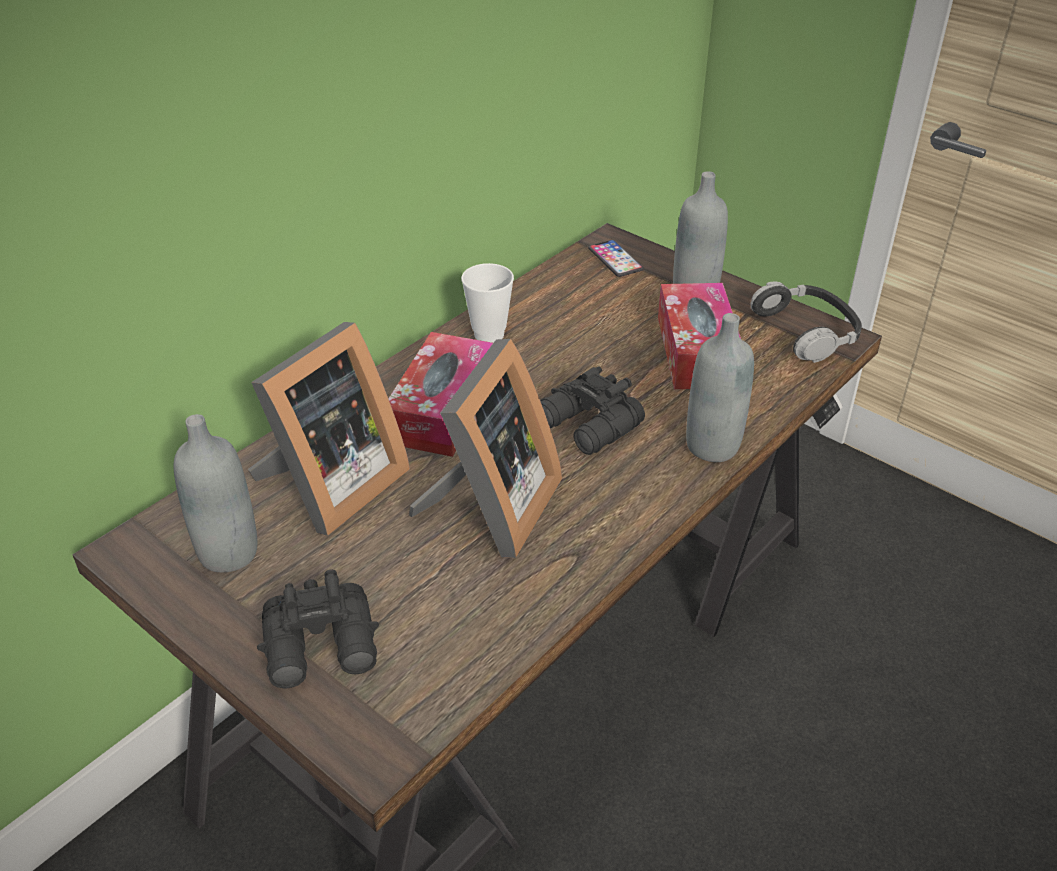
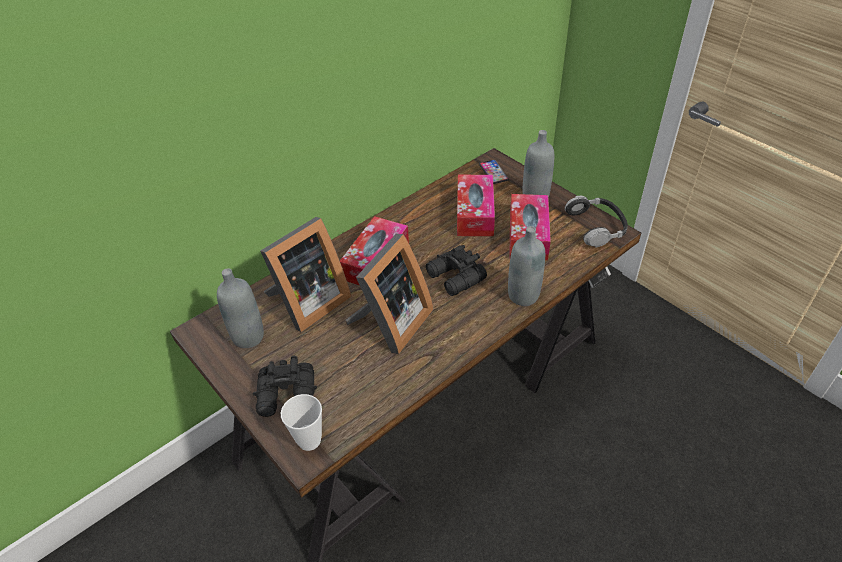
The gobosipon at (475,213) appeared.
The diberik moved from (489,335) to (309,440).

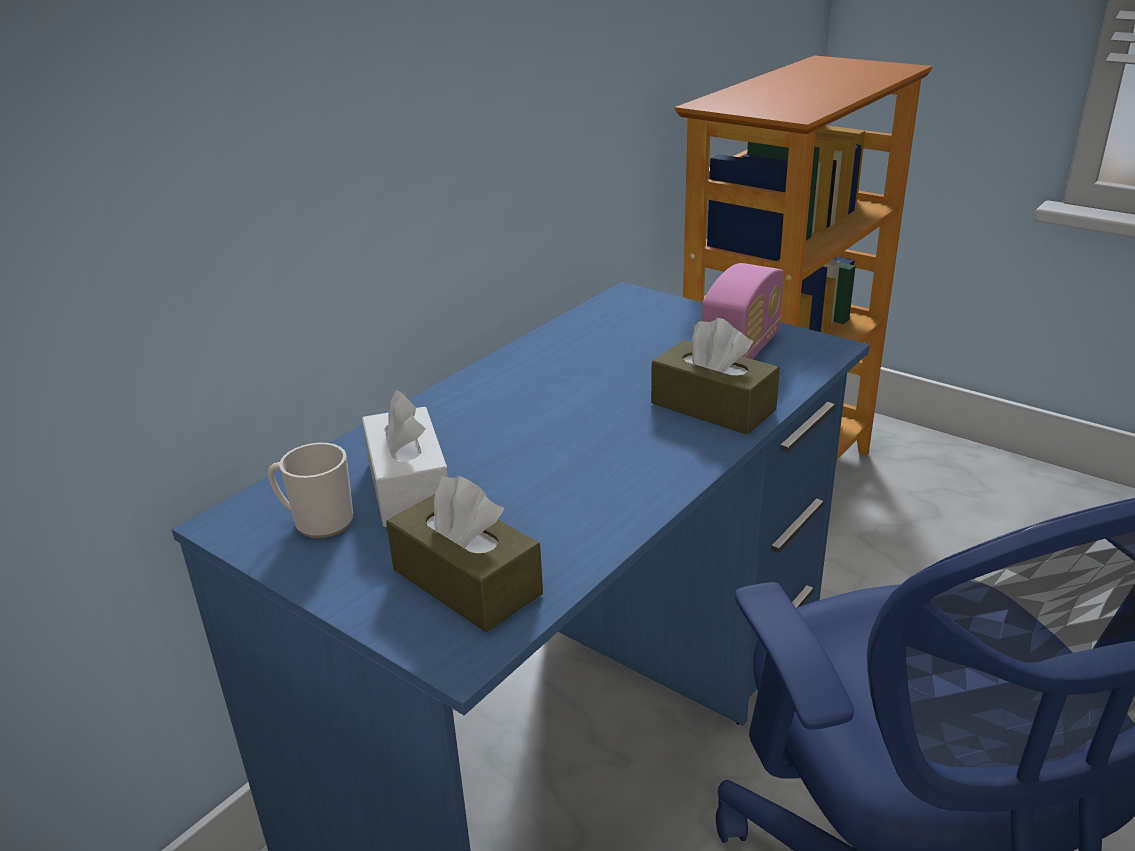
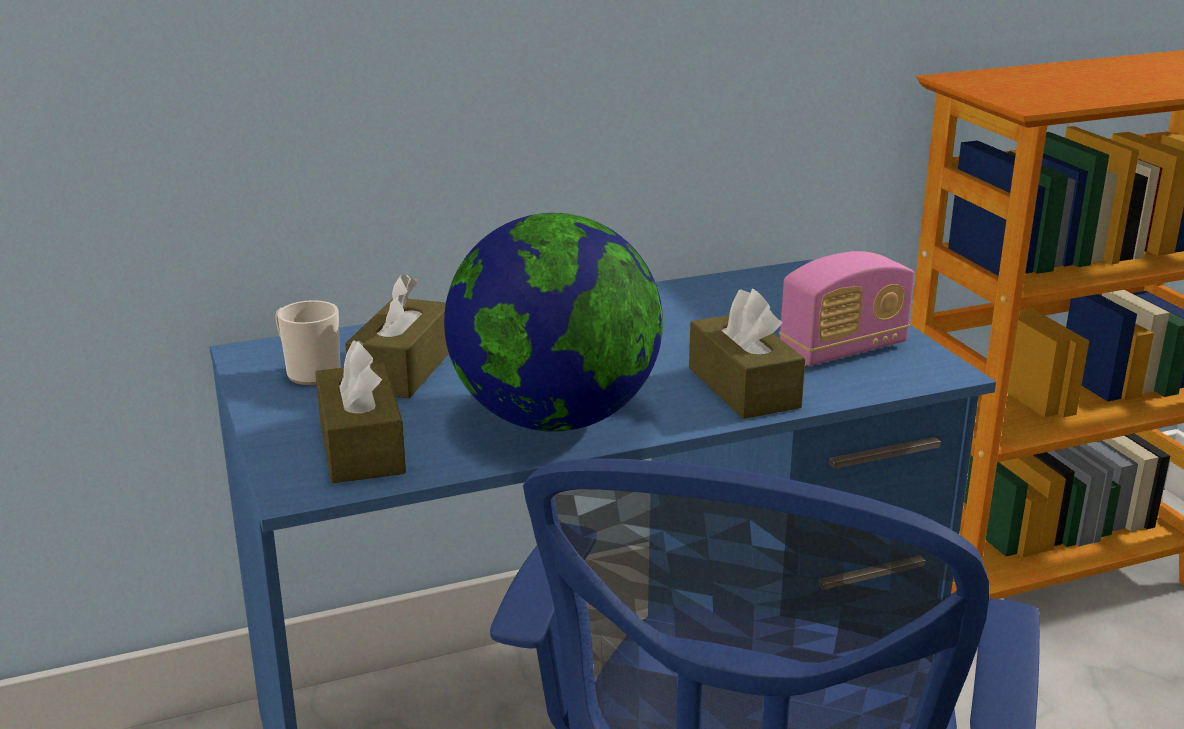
The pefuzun at (554,419) appeared.
The gobosipon (white) at (408,487) became the gobosipon (brown) at (403,369).

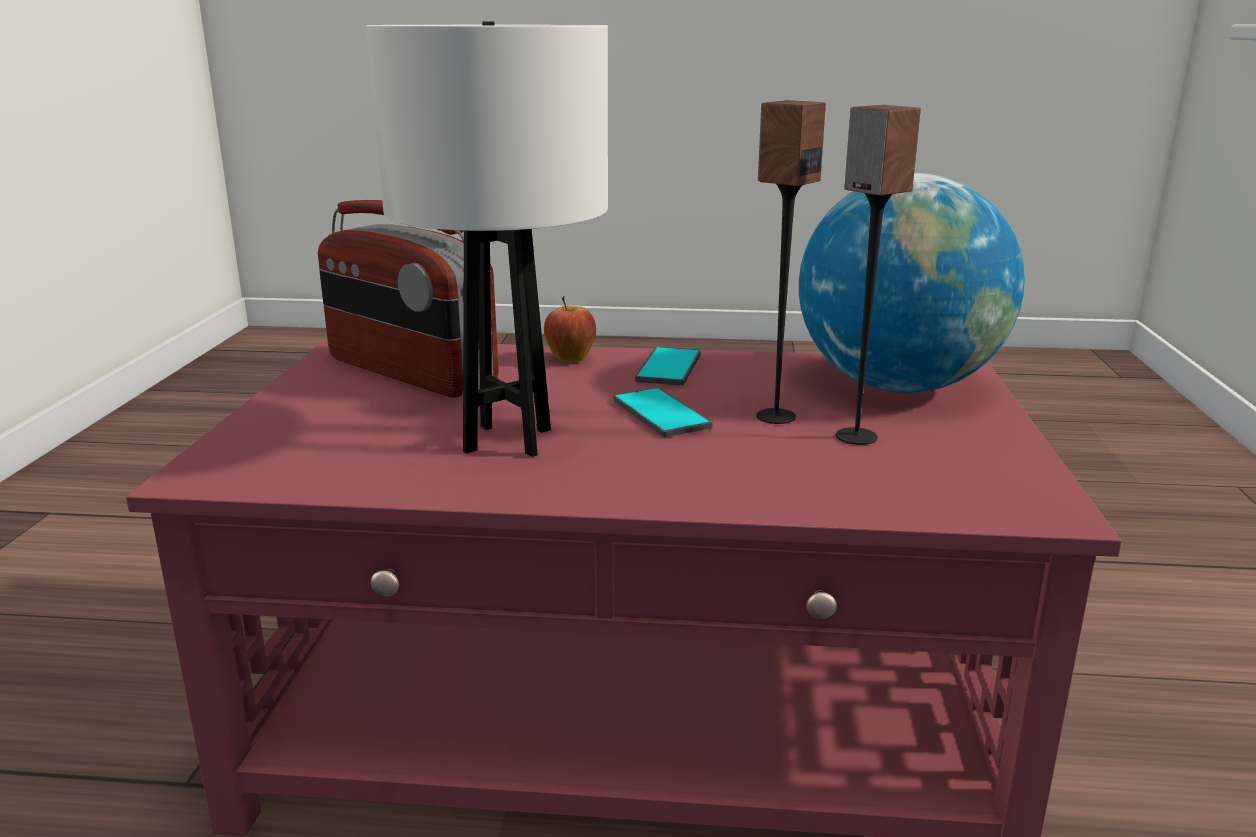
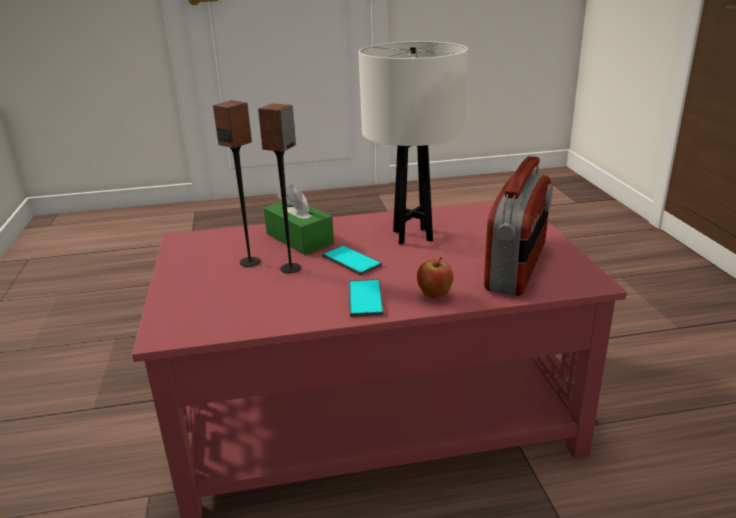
The pefuzun at (898,386) disappeared.
The gobosipon (green) at (299,239) appeared.
The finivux at (409,373) turned 90 degrees clockwise.

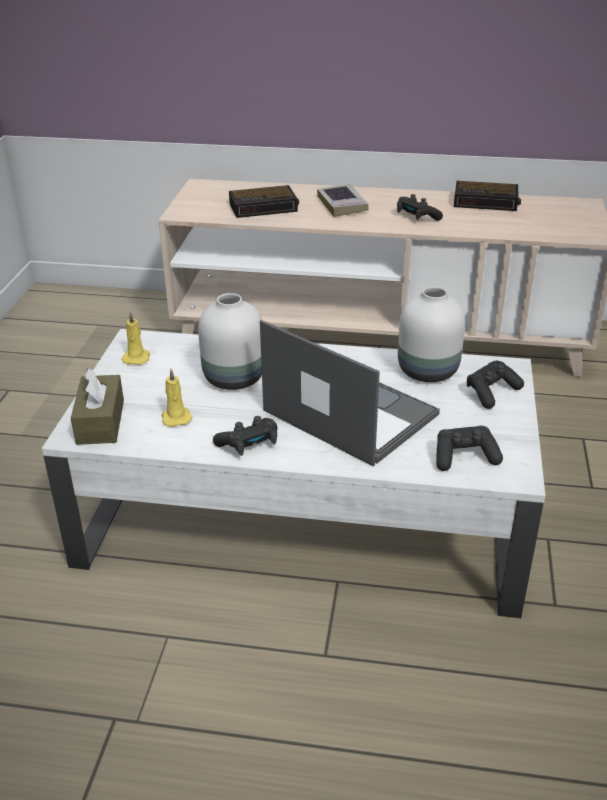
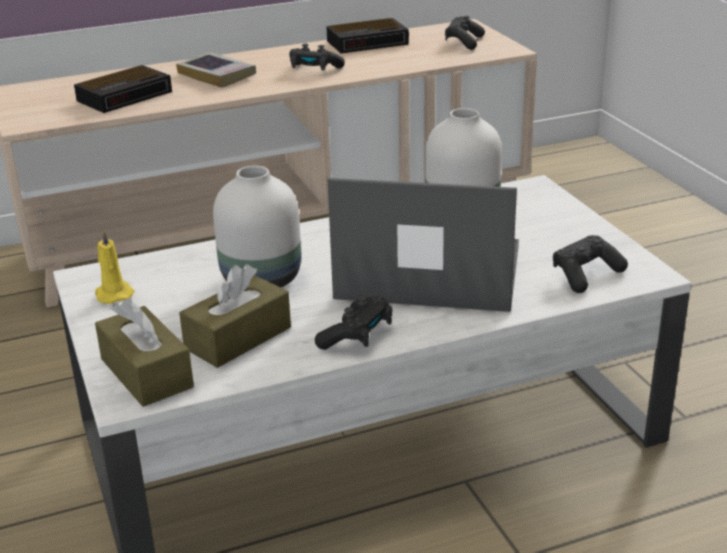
The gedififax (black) moved from (491,392) to (464,42).
The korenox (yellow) at (176,417) was replaced by the gobosipon (brown) at (238,338).

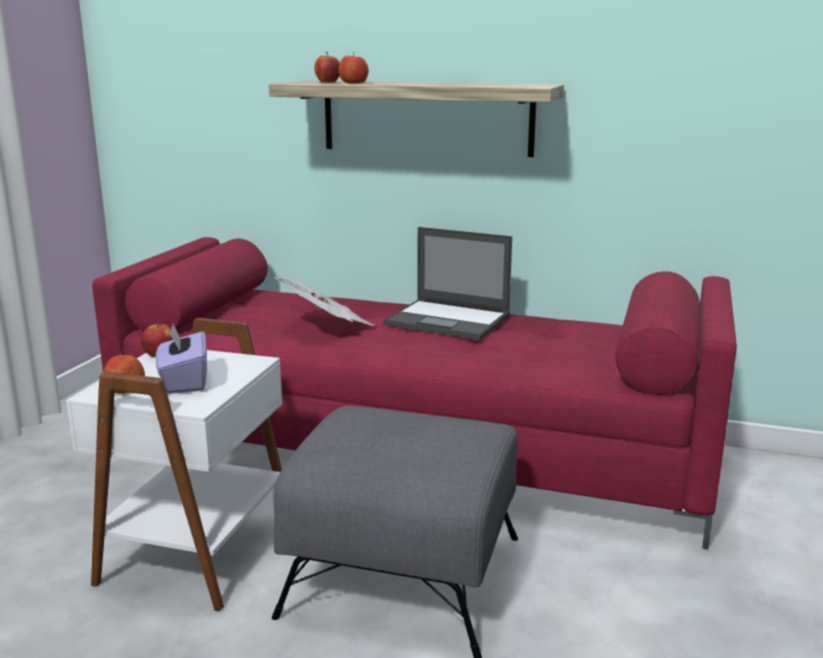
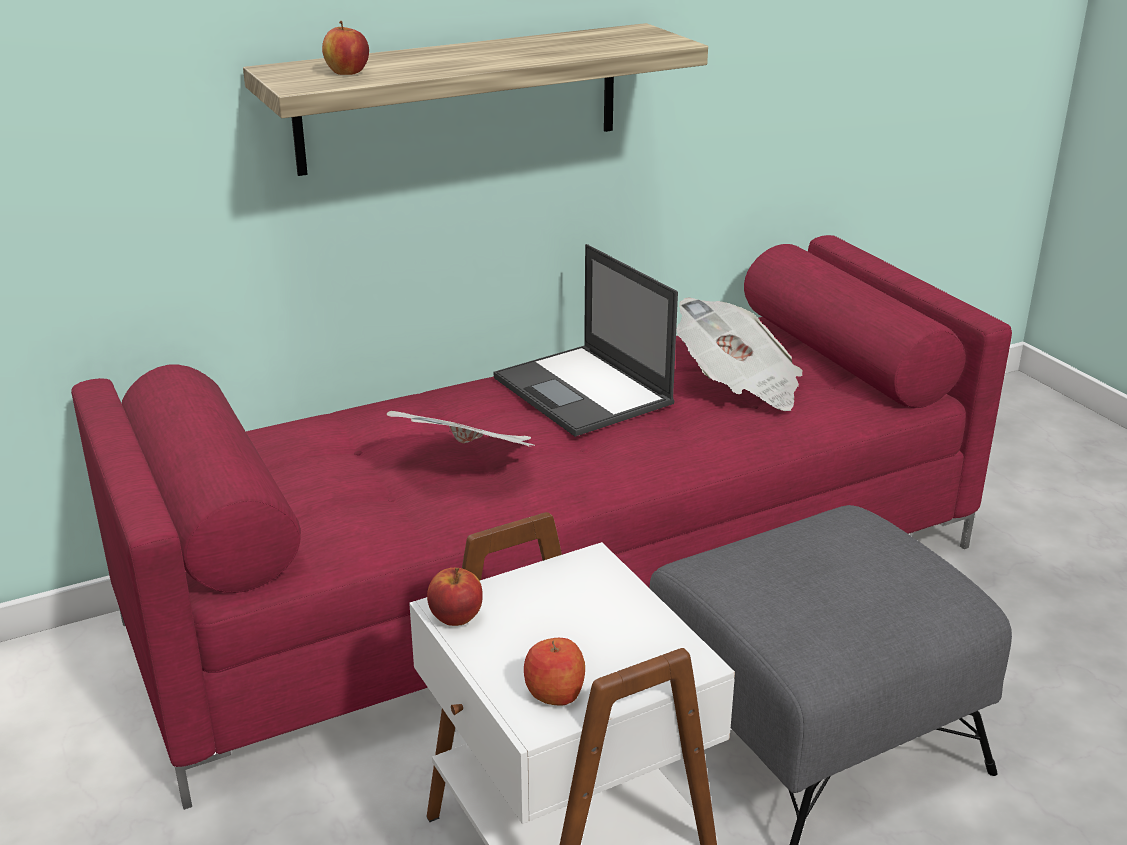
The gobosipon (purple) at (184,382) disappeared.
The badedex at (354,83) disappeared.
The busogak at (739,386) appeared.
The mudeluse at (449,320) turned 75 degrees clockwise.

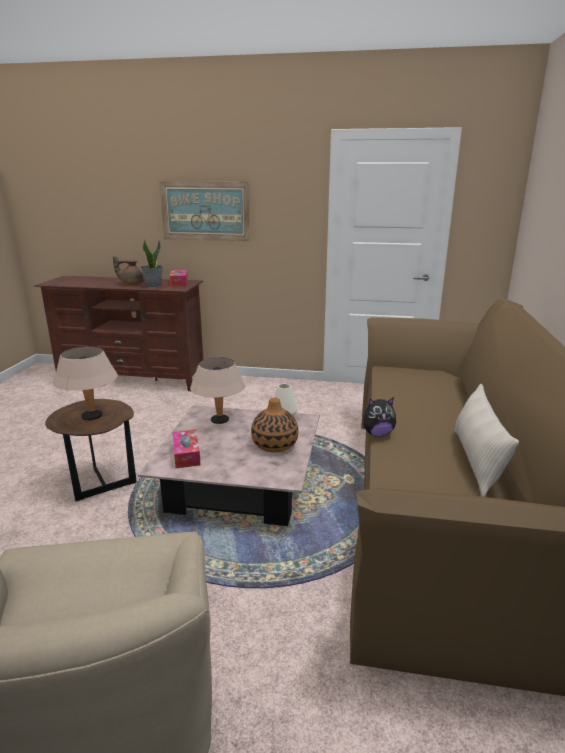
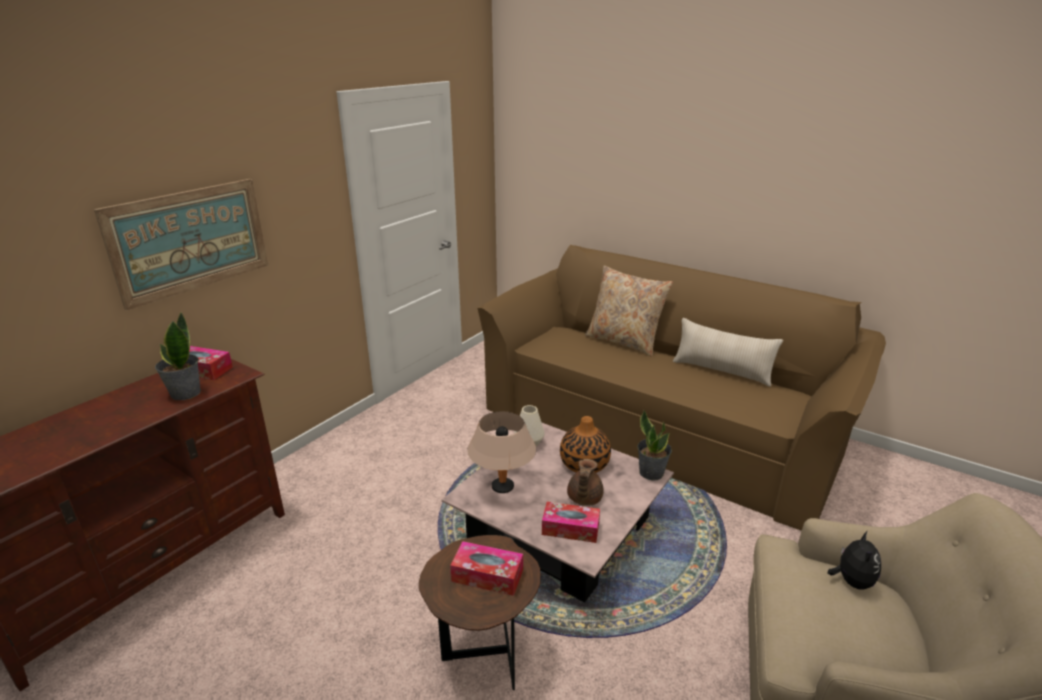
The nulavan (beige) at (624,341) appeared.
The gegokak at (651,472) appeared.
The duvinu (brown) moved from (131,284) to (583,499).
The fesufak moved from (377,434) to (851,581).
The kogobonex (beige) at (92,416) was replaced by the gobosipon at (487,575).

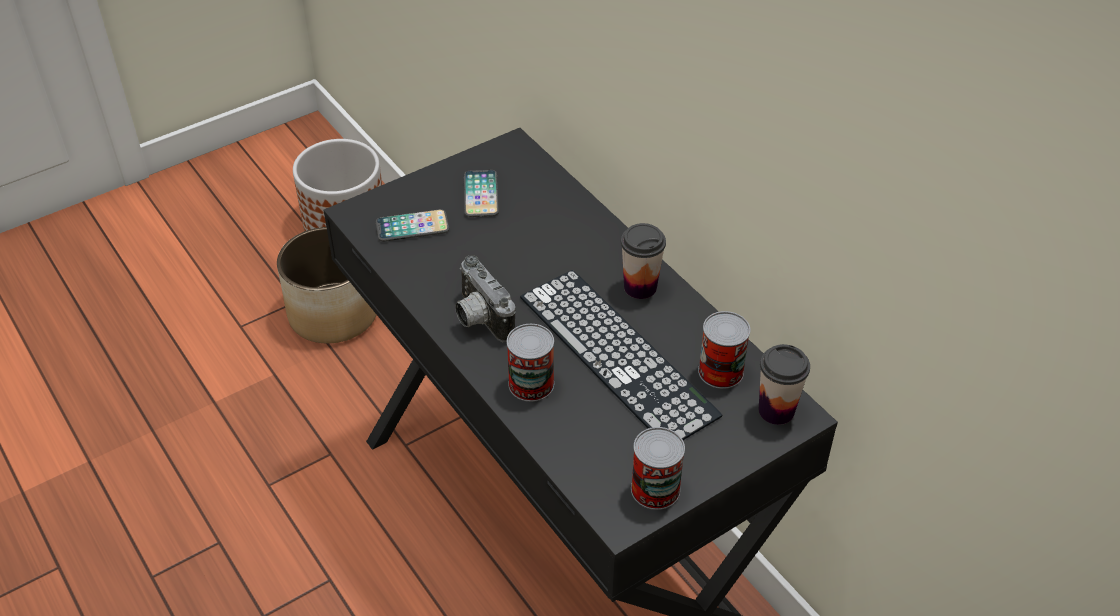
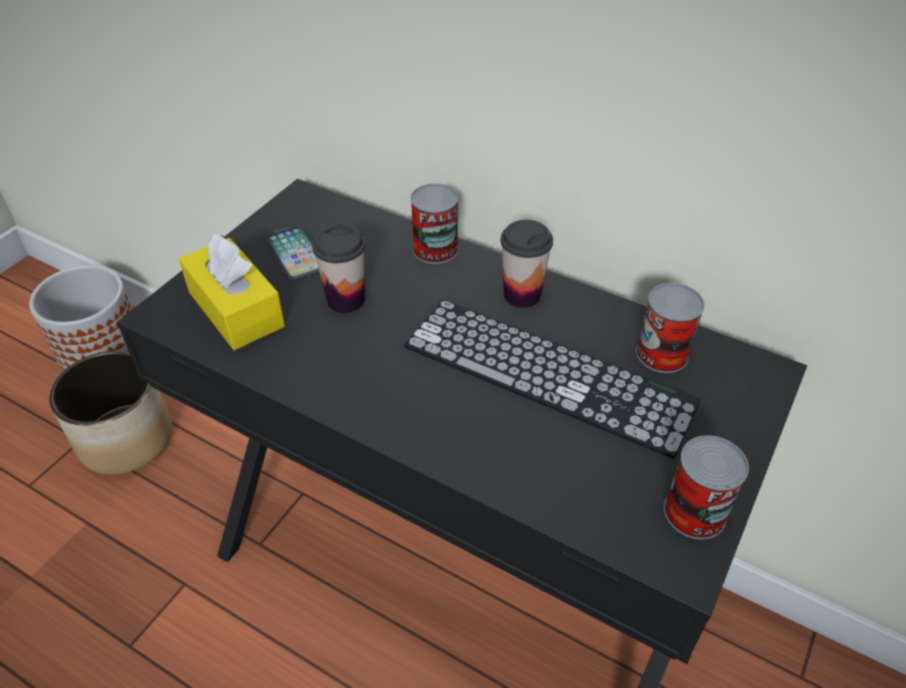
The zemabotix at (479,319) disappeared.
The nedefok moved from (531,384) to (435,249).
The diberik moved from (776,410) to (346,300).
The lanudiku at (412,227) was replaced by the gobosipon (yellow) at (236,309).

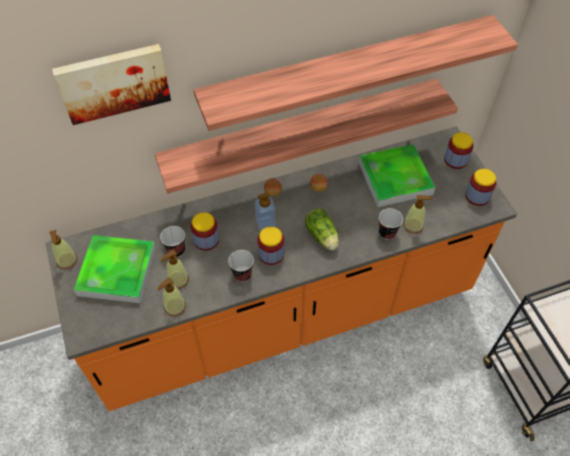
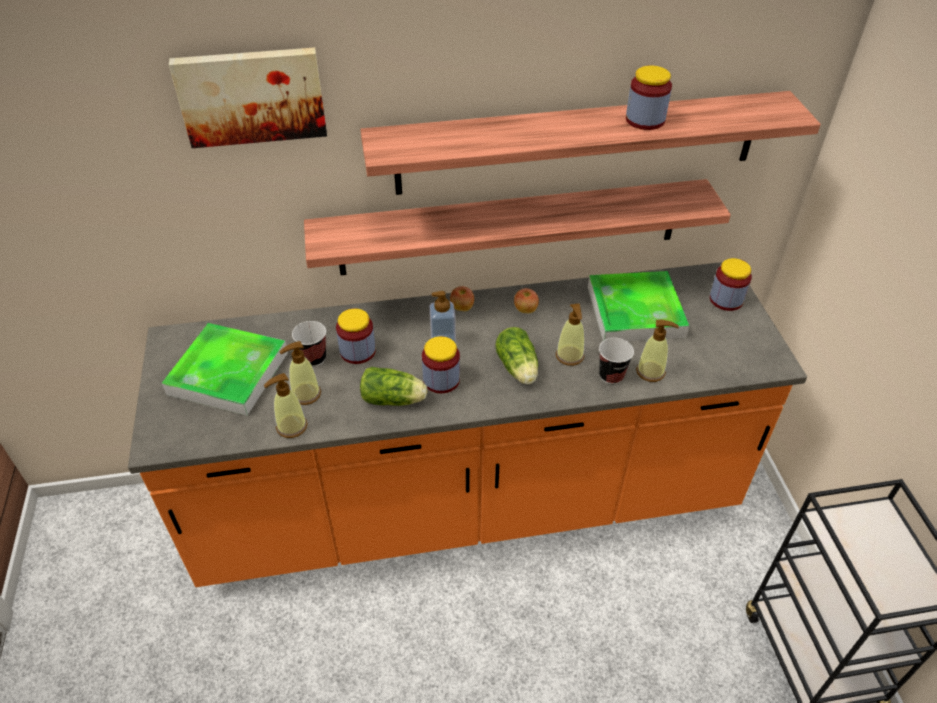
The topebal moved from (67,261) to (569,356).
The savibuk moved from (477,196) to (645,120).
The diberik at (242,274) was replaced by the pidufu at (395,399).

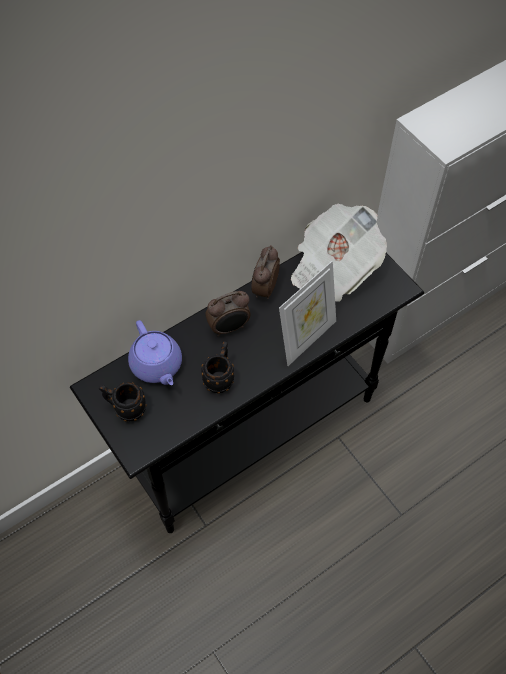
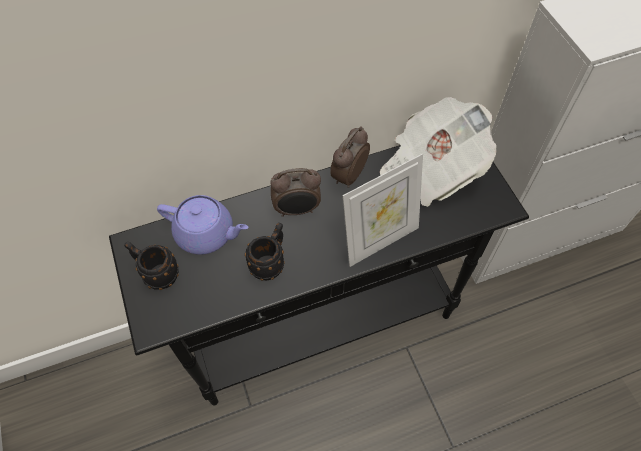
The duvinu (purple) at (157,365) turned 60 degrees counterclockwise.

